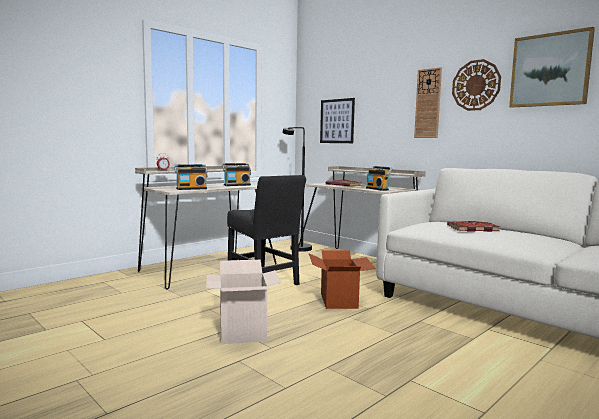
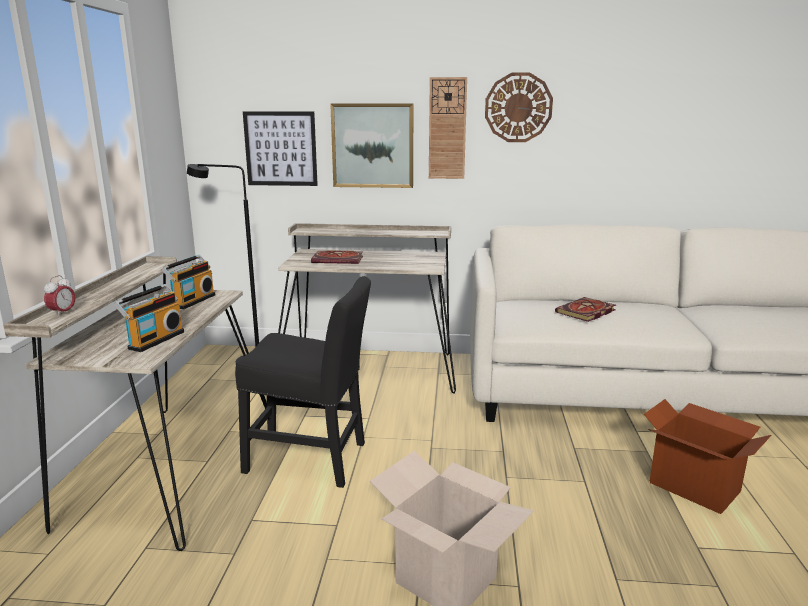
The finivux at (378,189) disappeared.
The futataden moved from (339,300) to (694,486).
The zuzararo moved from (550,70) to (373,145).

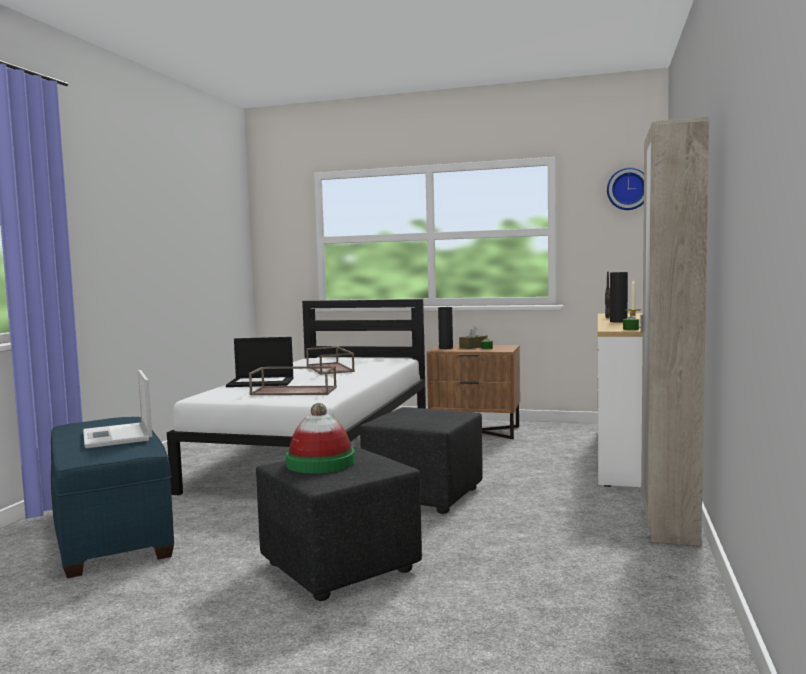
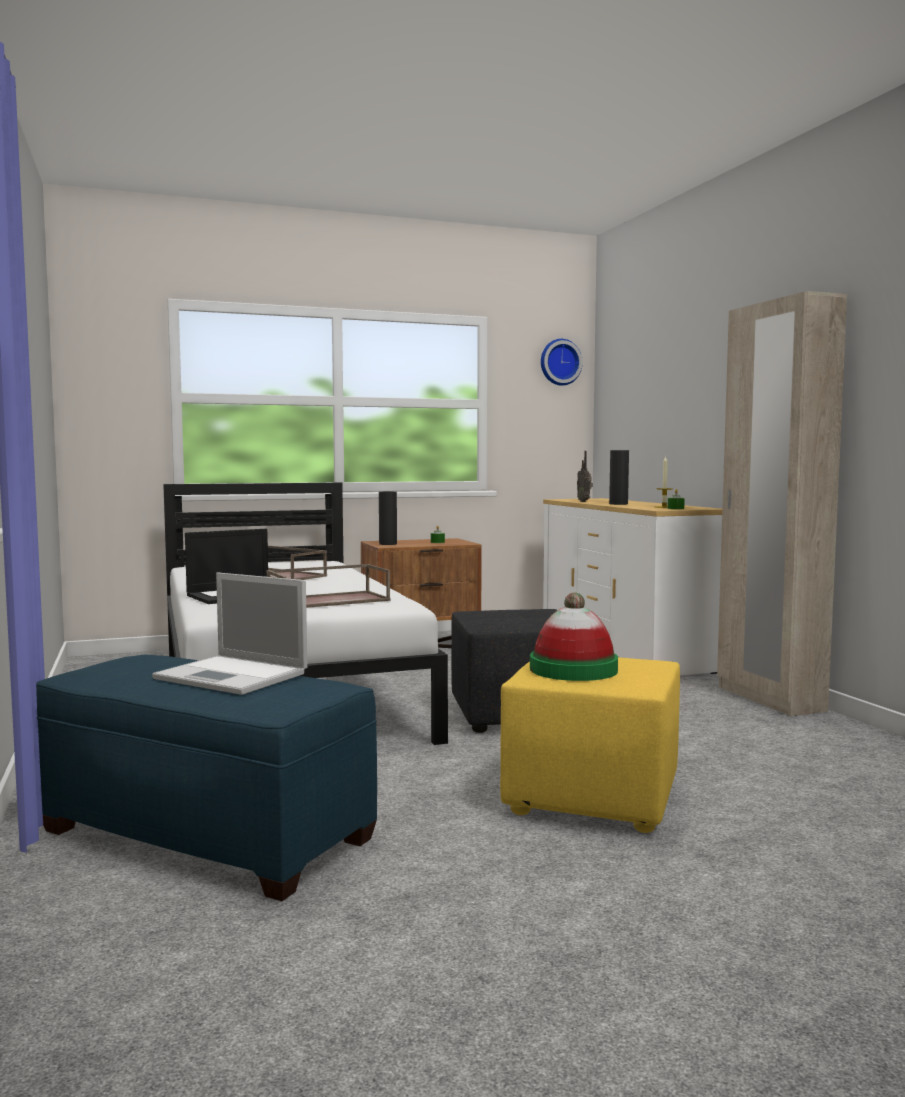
The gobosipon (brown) at (472,347) disappeared.
The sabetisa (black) at (342,567) became the sabetisa (yellow) at (594,798).

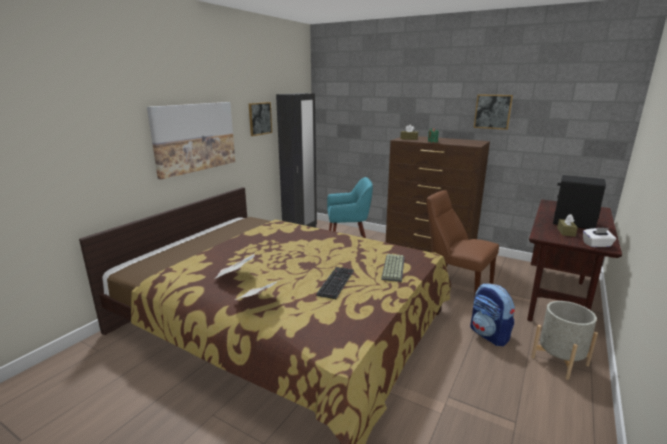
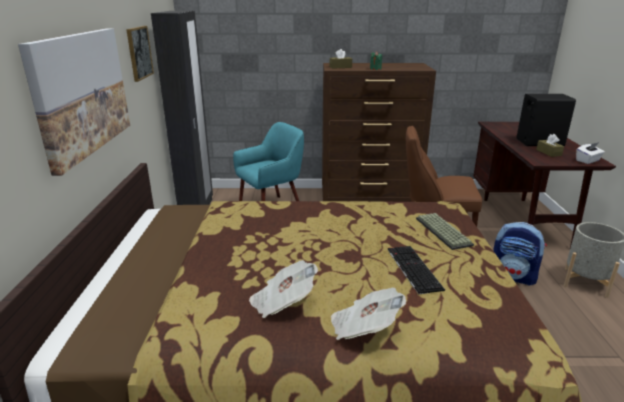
The zuzararo at (492,111) disappeared.

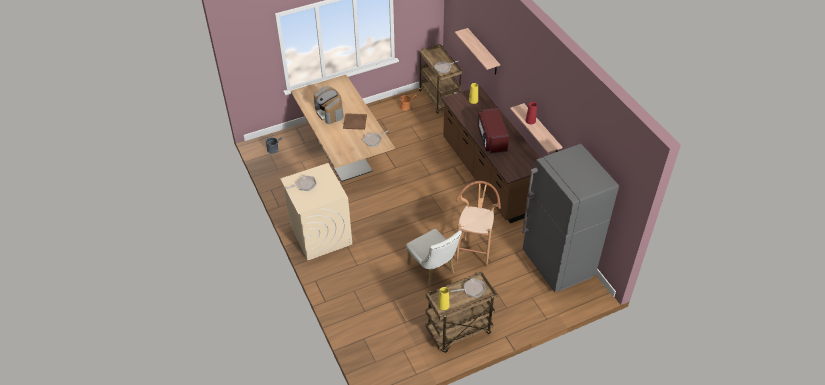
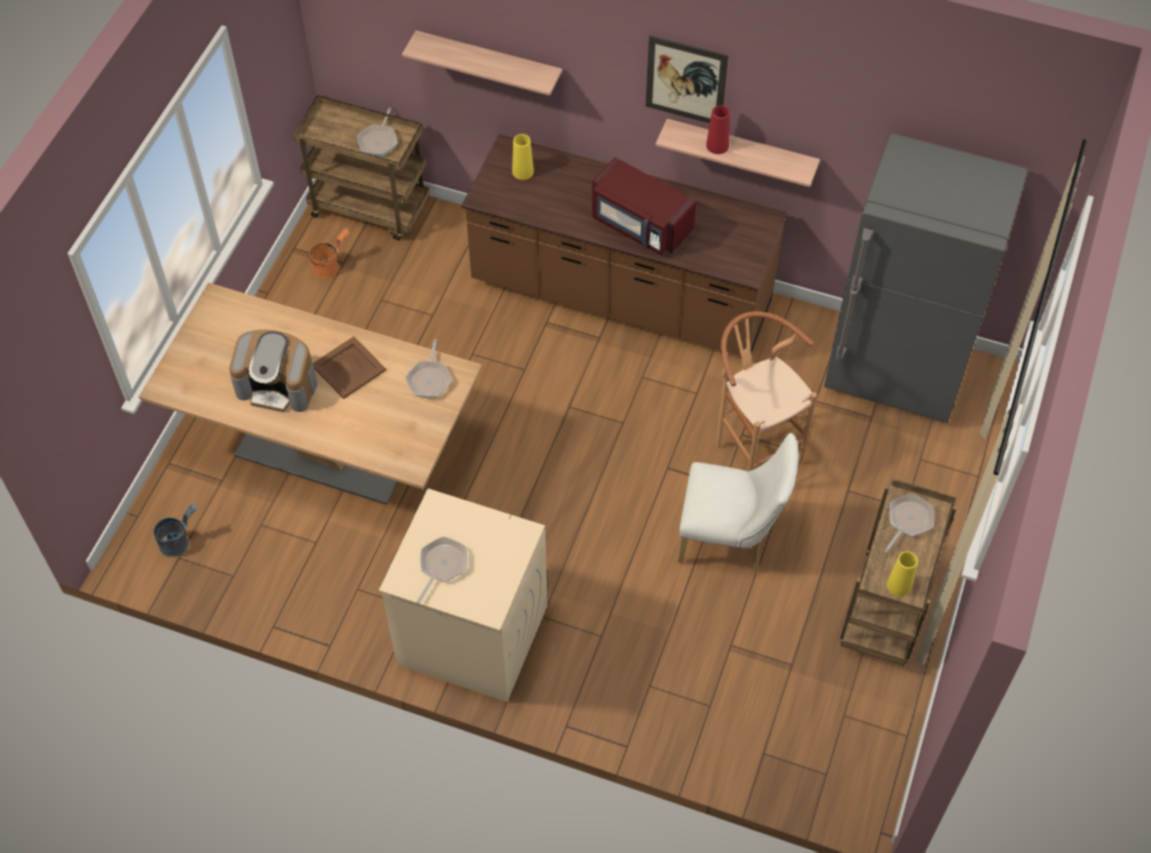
The zuzararo at (686,80) appeared.

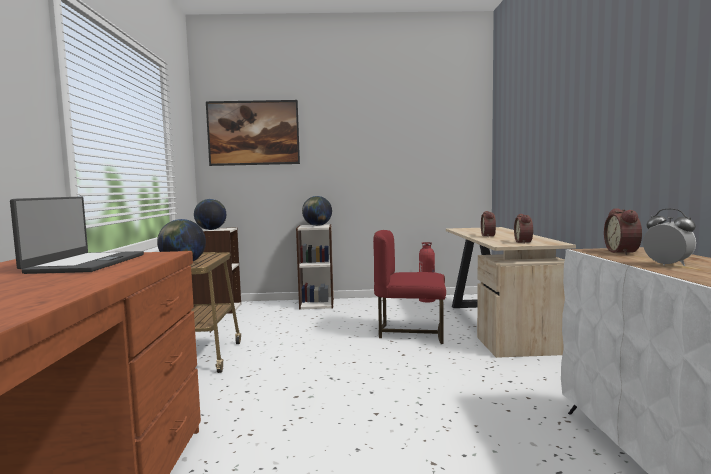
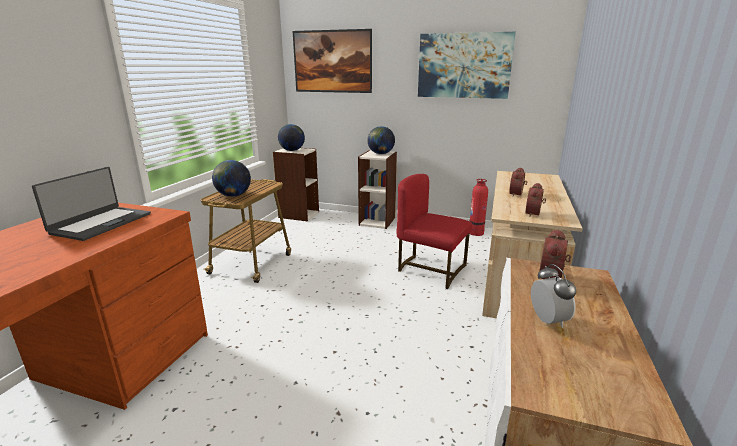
The zuzararo at (464,66) appeared.

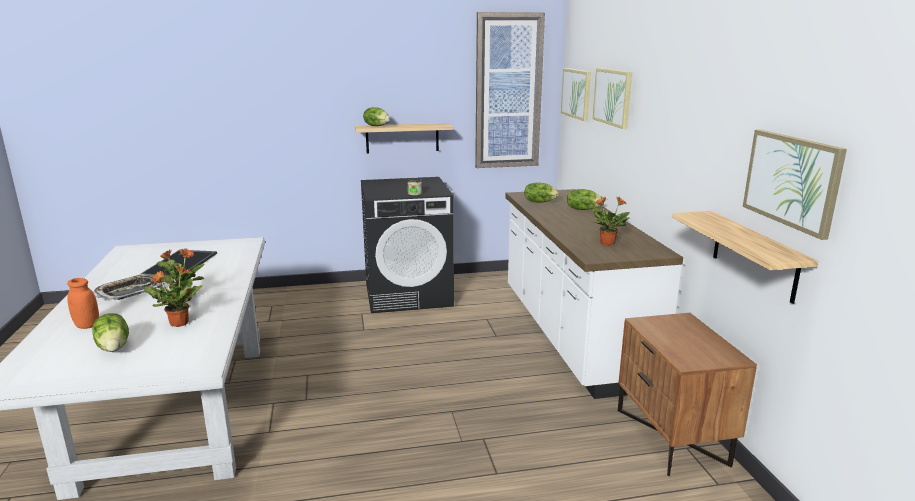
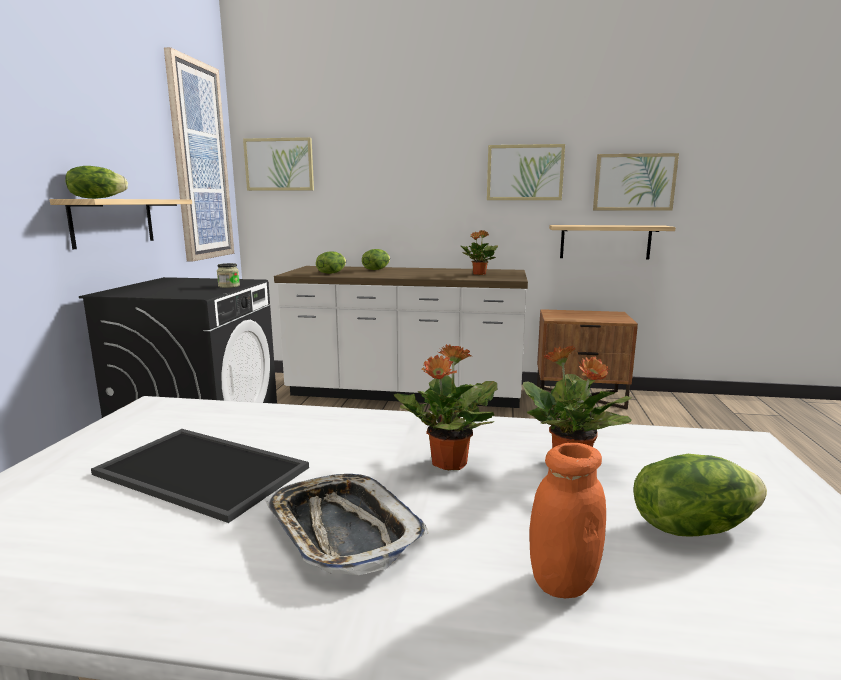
The zuzararo moved from (613,97) to (524,172).

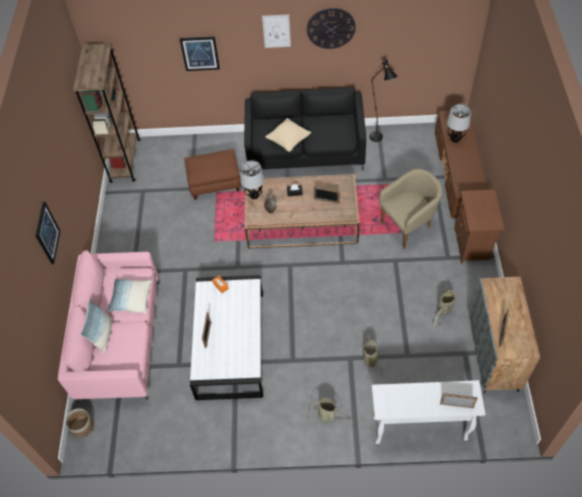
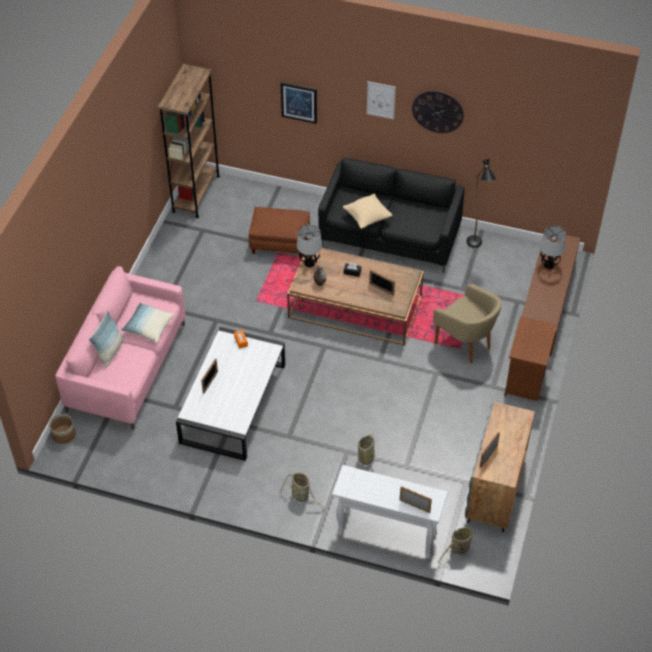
The zuzararo at (47,233) disappeared.
The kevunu moved from (443,310) to (458,549).
The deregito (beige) at (408,227) turned 60 degrees clockwise.

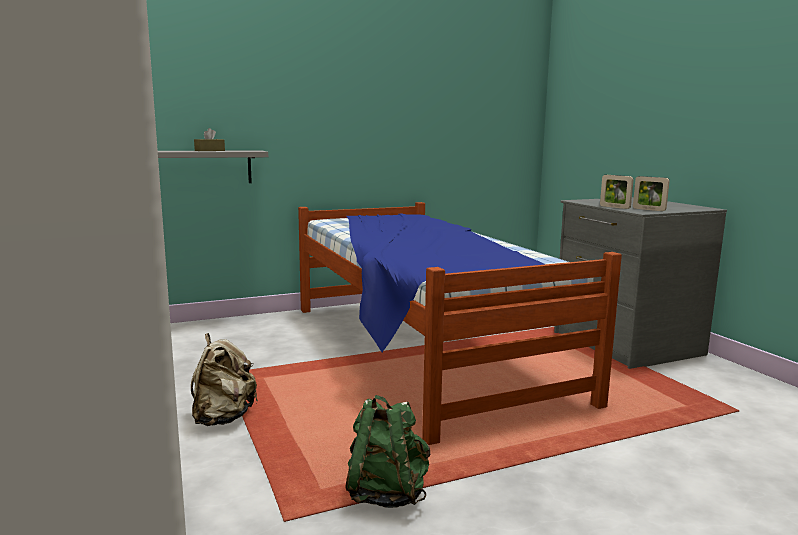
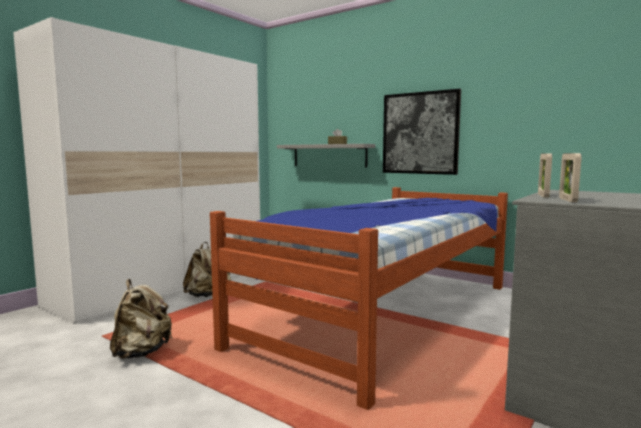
The zuzararo at (420,133) appeared.
The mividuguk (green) at (387,493) became the mividuguk (beige) at (142,353).

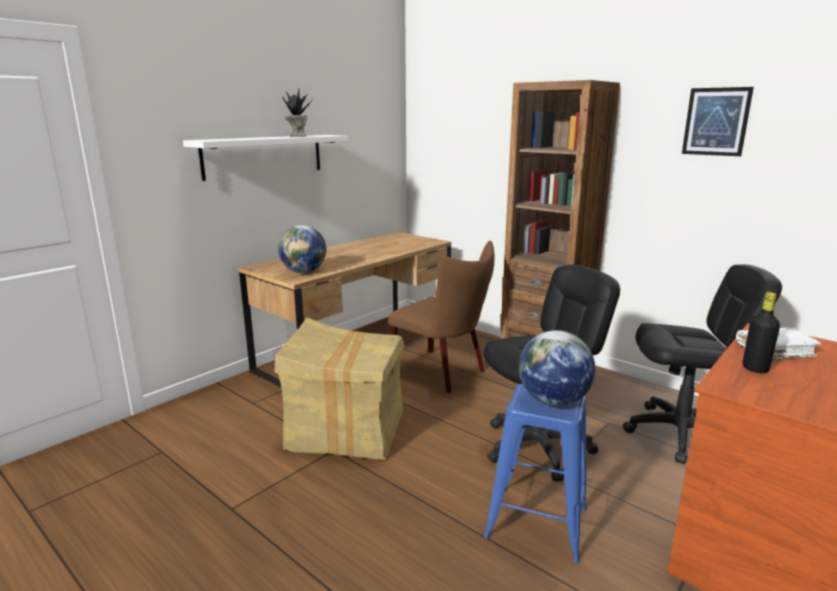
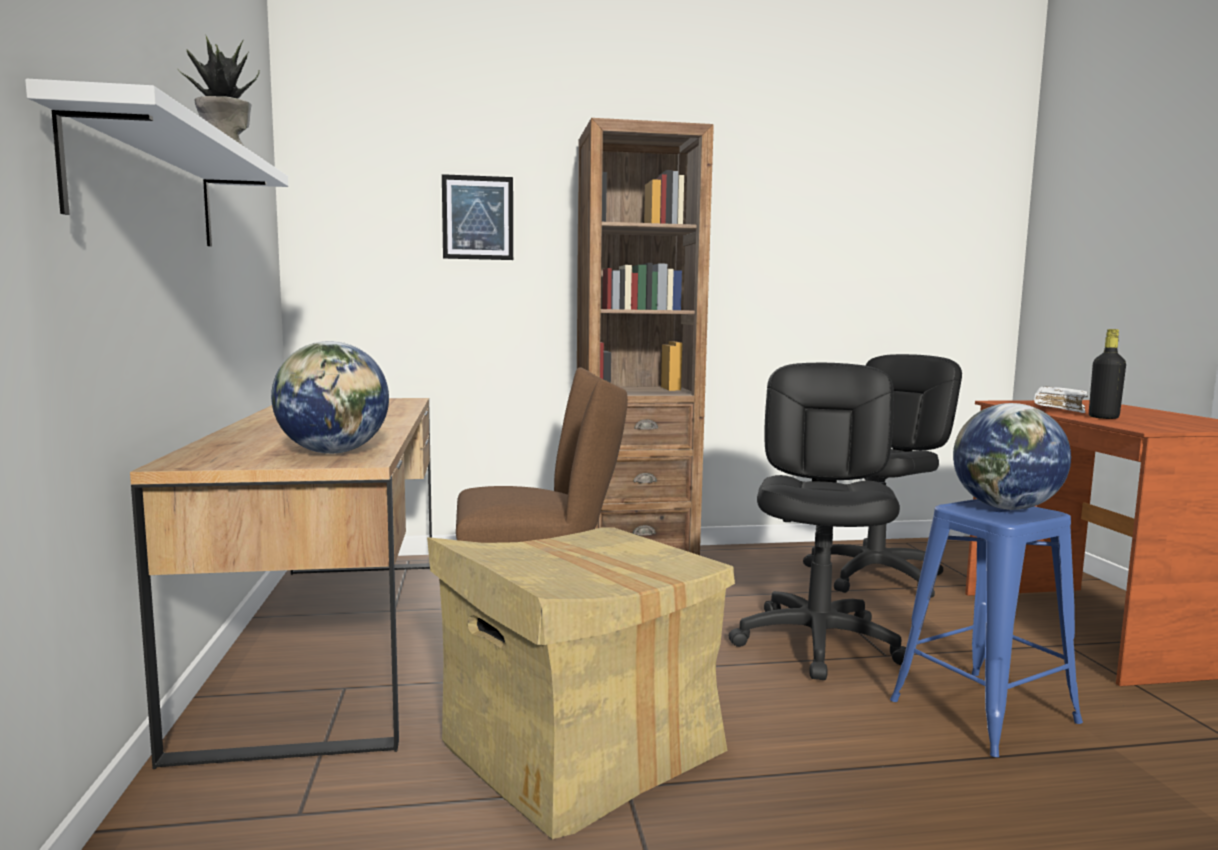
The zuzararo moved from (716,121) to (478,218).

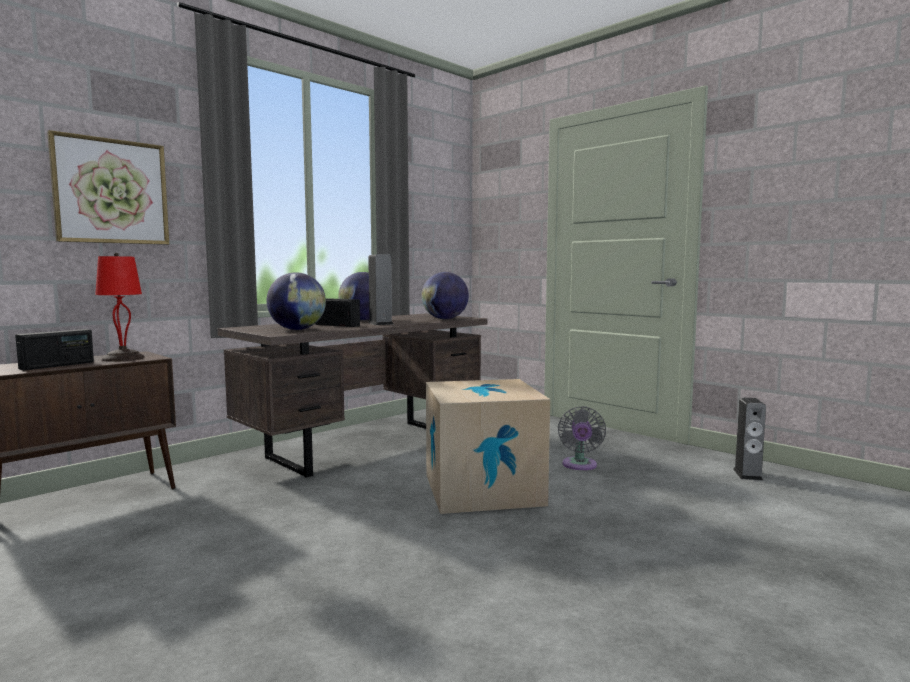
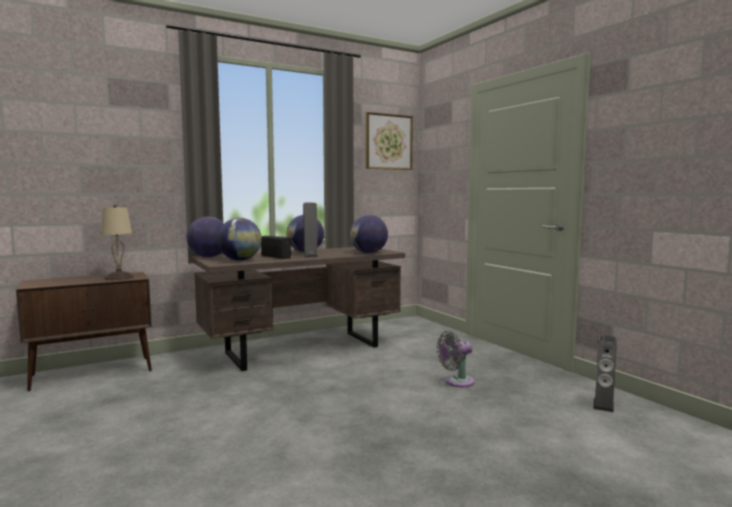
The finivux at (57,365) disappeared.
The futataden at (483,489) disappeared.
The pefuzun at (208,257) appeared.
The zuzararo moved from (111,191) to (388,142).
The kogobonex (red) at (124,358) became the kogobonex (beige) at (120,277).
The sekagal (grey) at (579,466) turned 45 degrees clockwise.

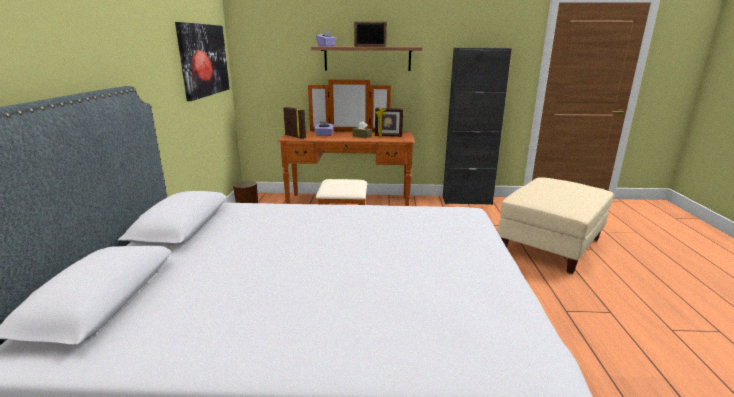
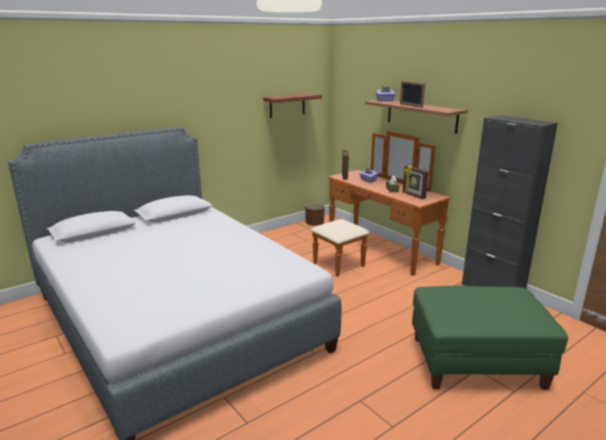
The zuzararo at (204,60) was replaced by the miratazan at (287,105).
The sabetisa (beige) at (550,245) became the sabetisa (green) at (476,363).

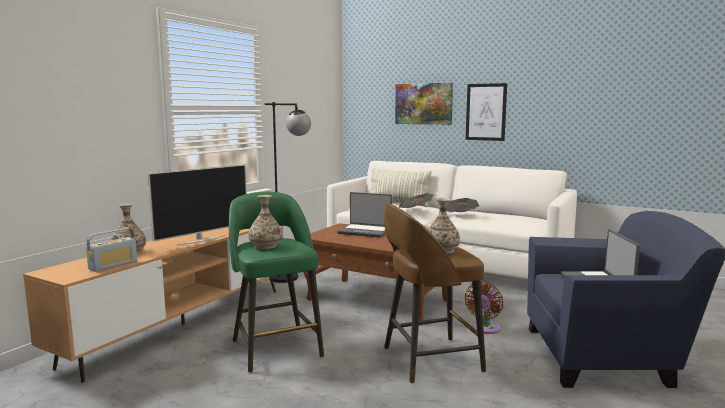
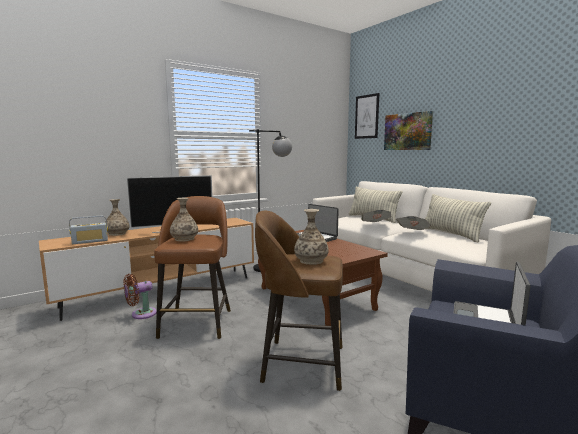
The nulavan at (451,234) appeared.
The sekagal (brown) moved from (484,329) to (141,314).
The zuzararo moved from (486,112) to (366,116).
The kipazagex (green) at (276,347) became the kipazagex (brown) at (197,322).

